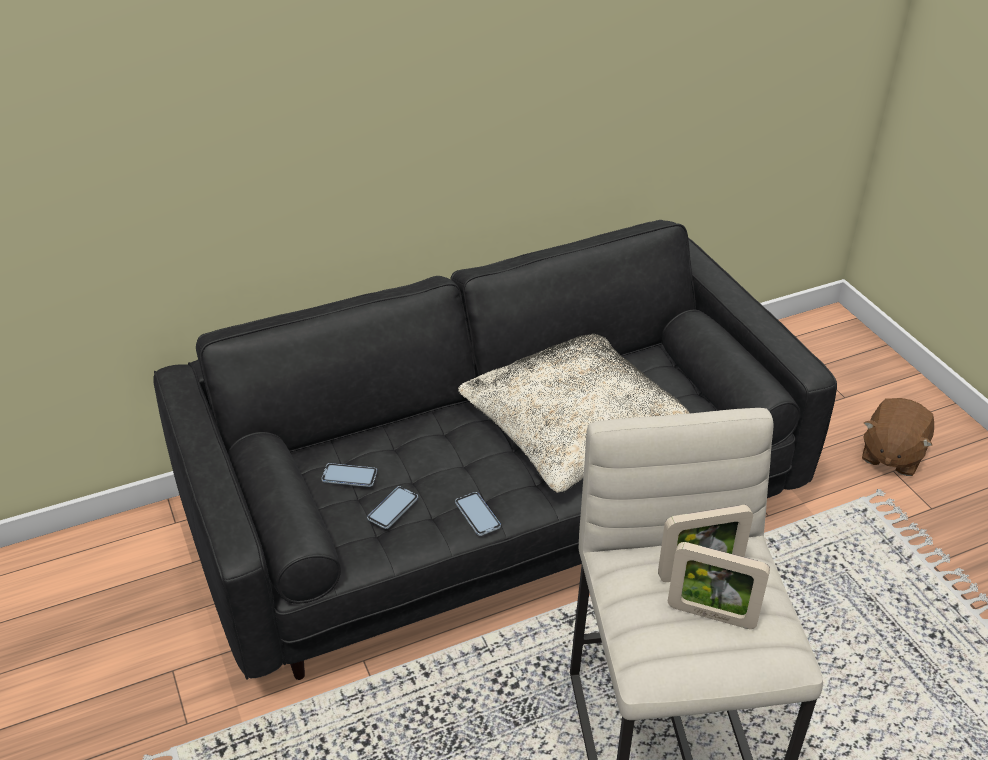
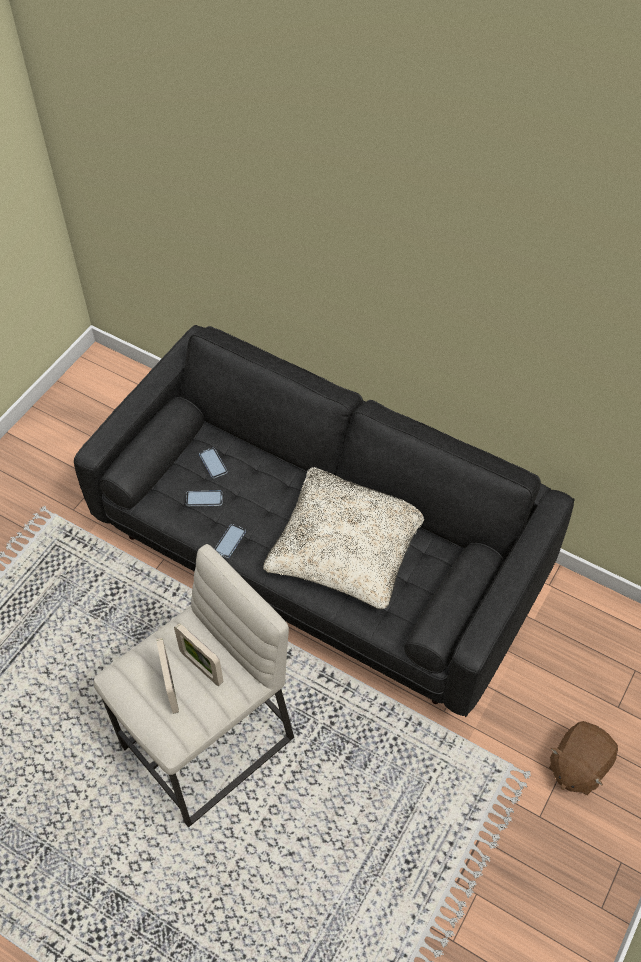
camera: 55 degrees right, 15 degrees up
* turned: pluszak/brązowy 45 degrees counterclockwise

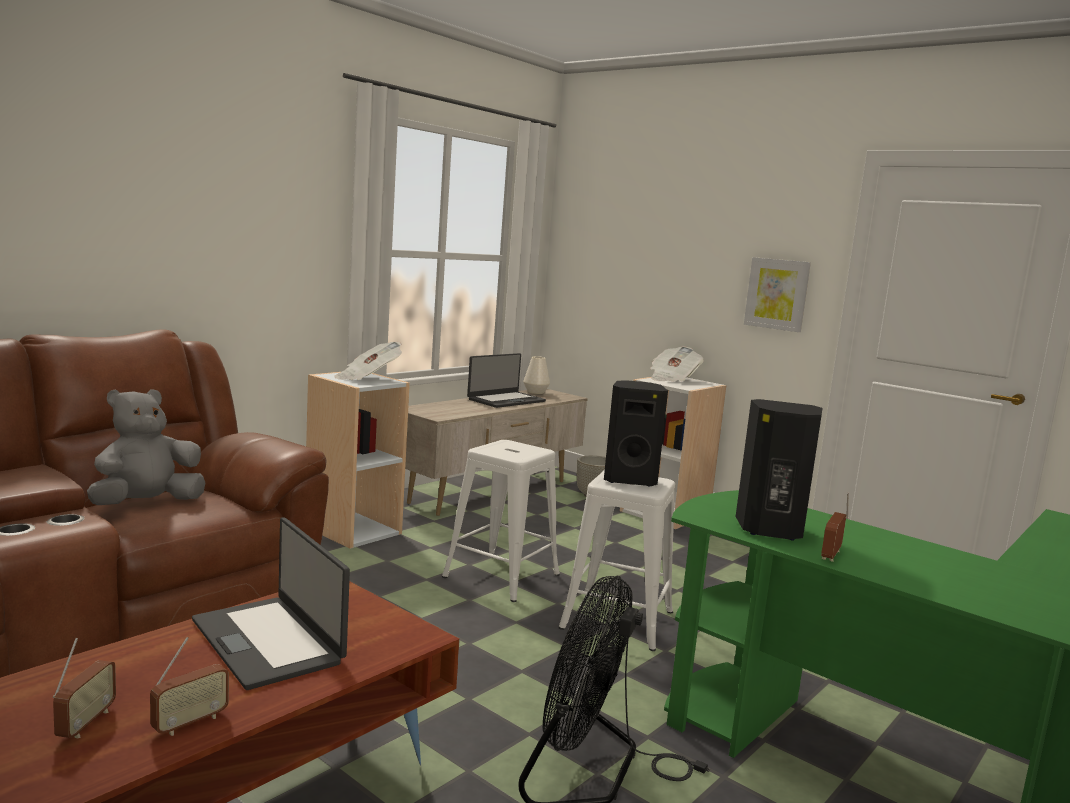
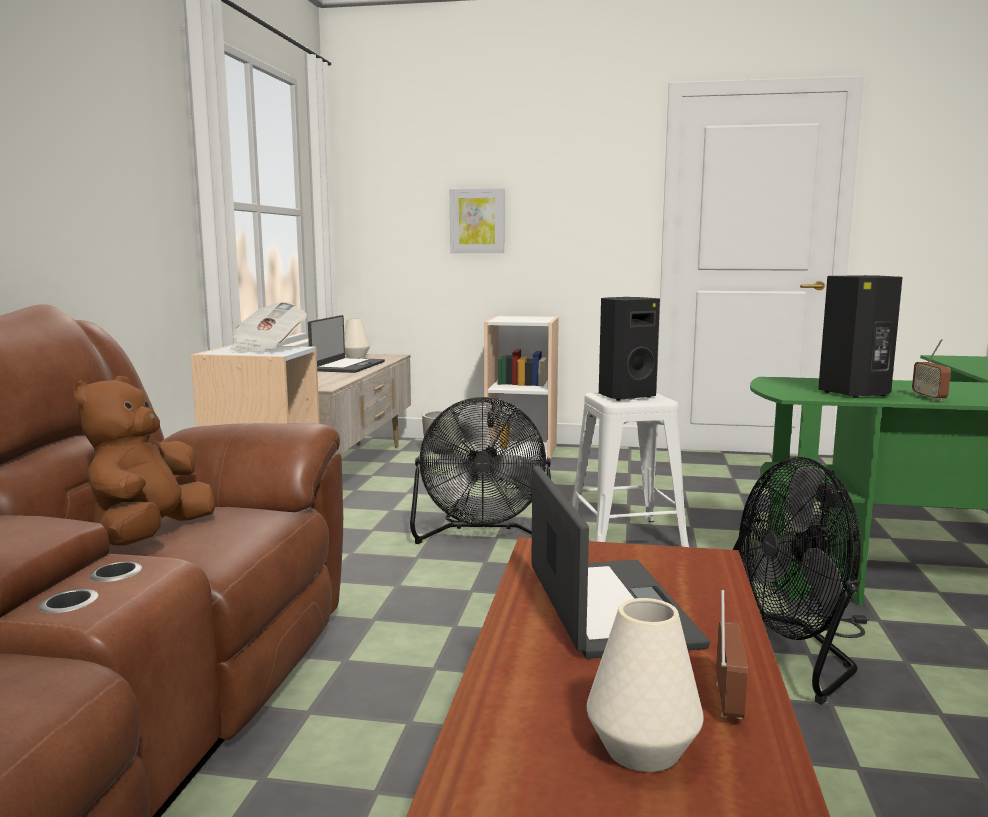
camera: 30 degrees left, 0 degrees up
* removed: gazeta (2nd from left)
* moved: obraz
* replaced: radio (1st from left) to wazon/biały (2nd from left)
* replaced: stołek/biały (1st from left) to wentylator/czarny (1st from left)
* recoloured: pluszak/szary to pluszak/brązowy
* turned: laptop (1st from left in the first image) 120 degrees counterclockwise

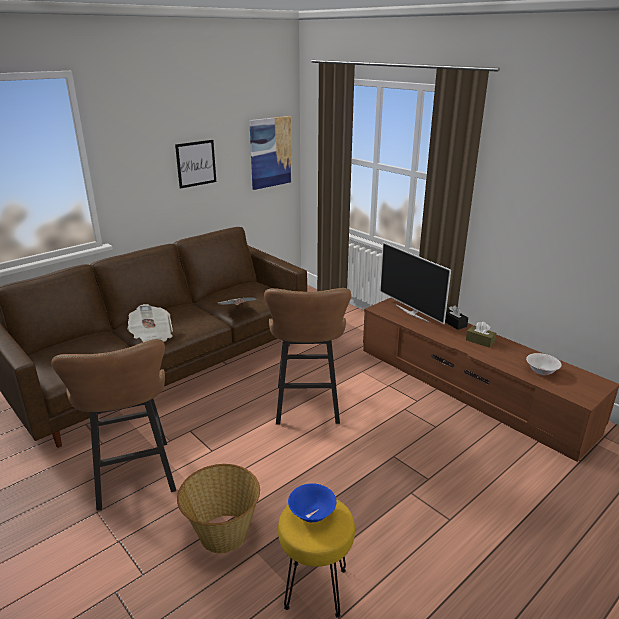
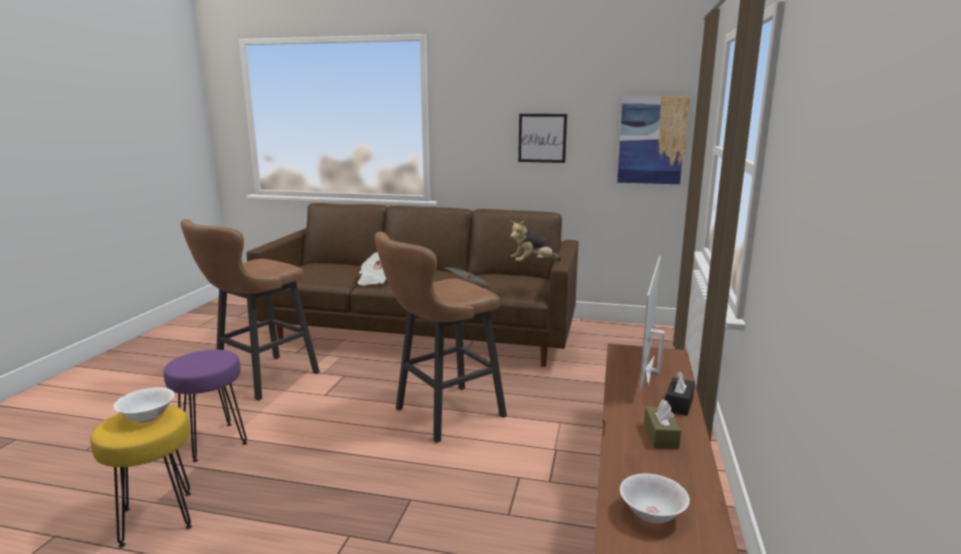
camera: 55 degrees right, 10 degrees down
* added: pluszak
* replaced: koszyk to stołek/fioletowy
* recoloured: miska/niebieski to miska/biały (1st from left)

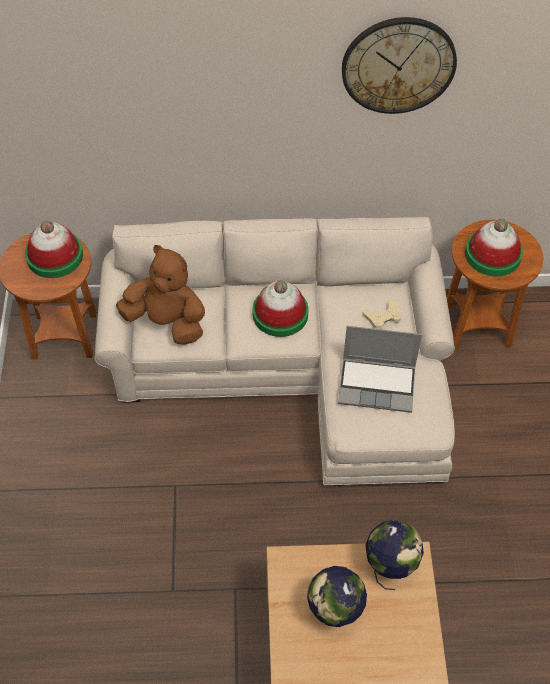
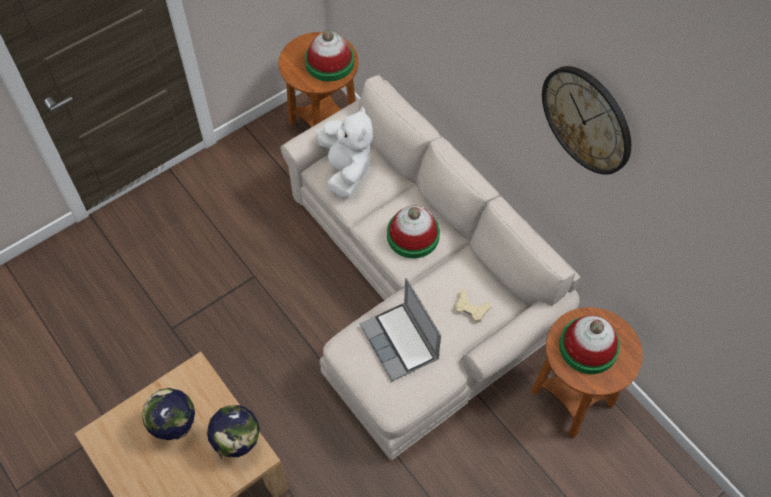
camera: 55 degrees right, 5 degrees up
* recoloured: pluszak/brązowy to pluszak/biały

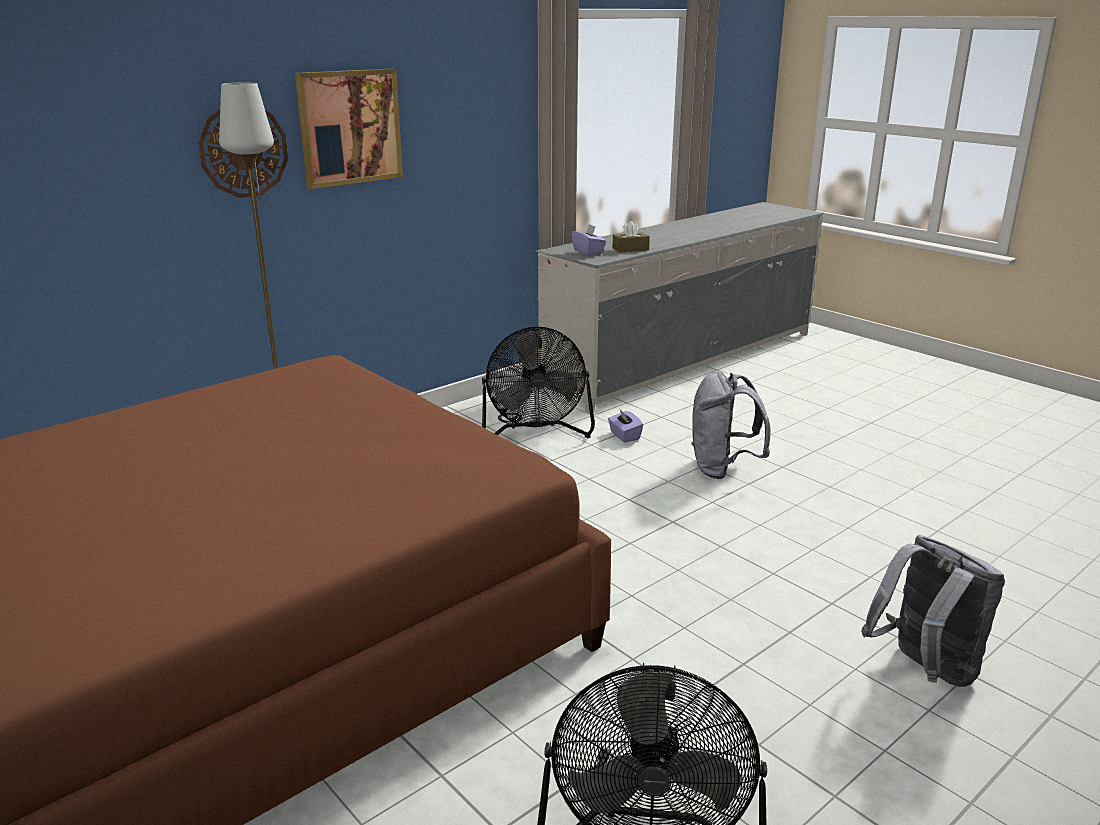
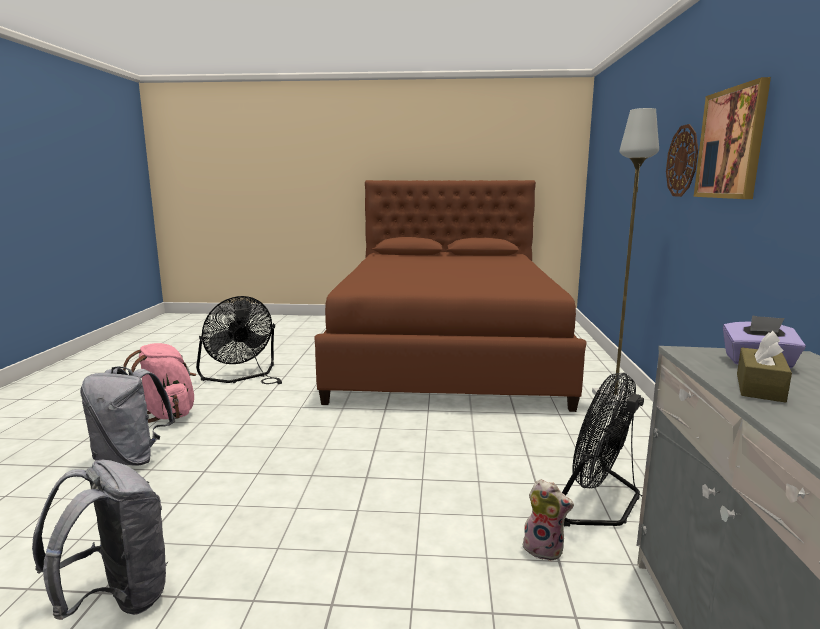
camera: 135 degrees right, 10 degrees down
* added: plecak/różowy
* moved: plecak/szary (1st from left)
* replaced: pudełko chusteczek/fioletowy (2nd from left) to pluszak

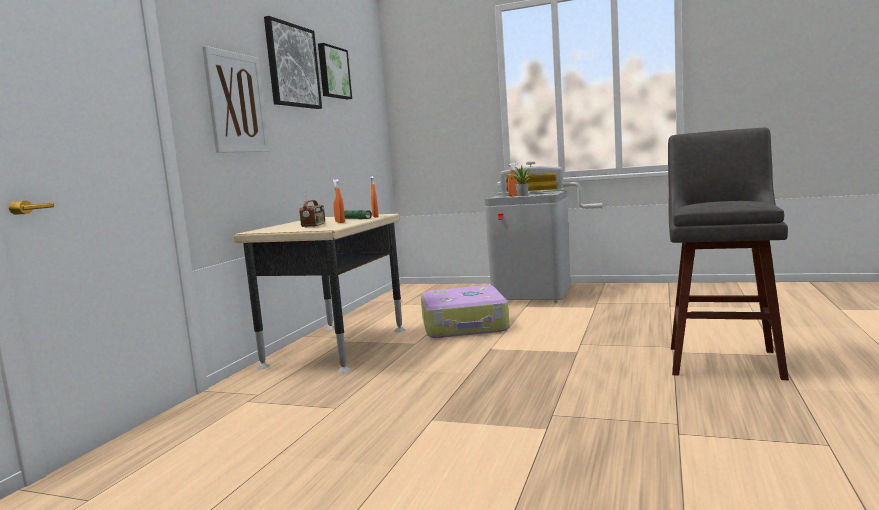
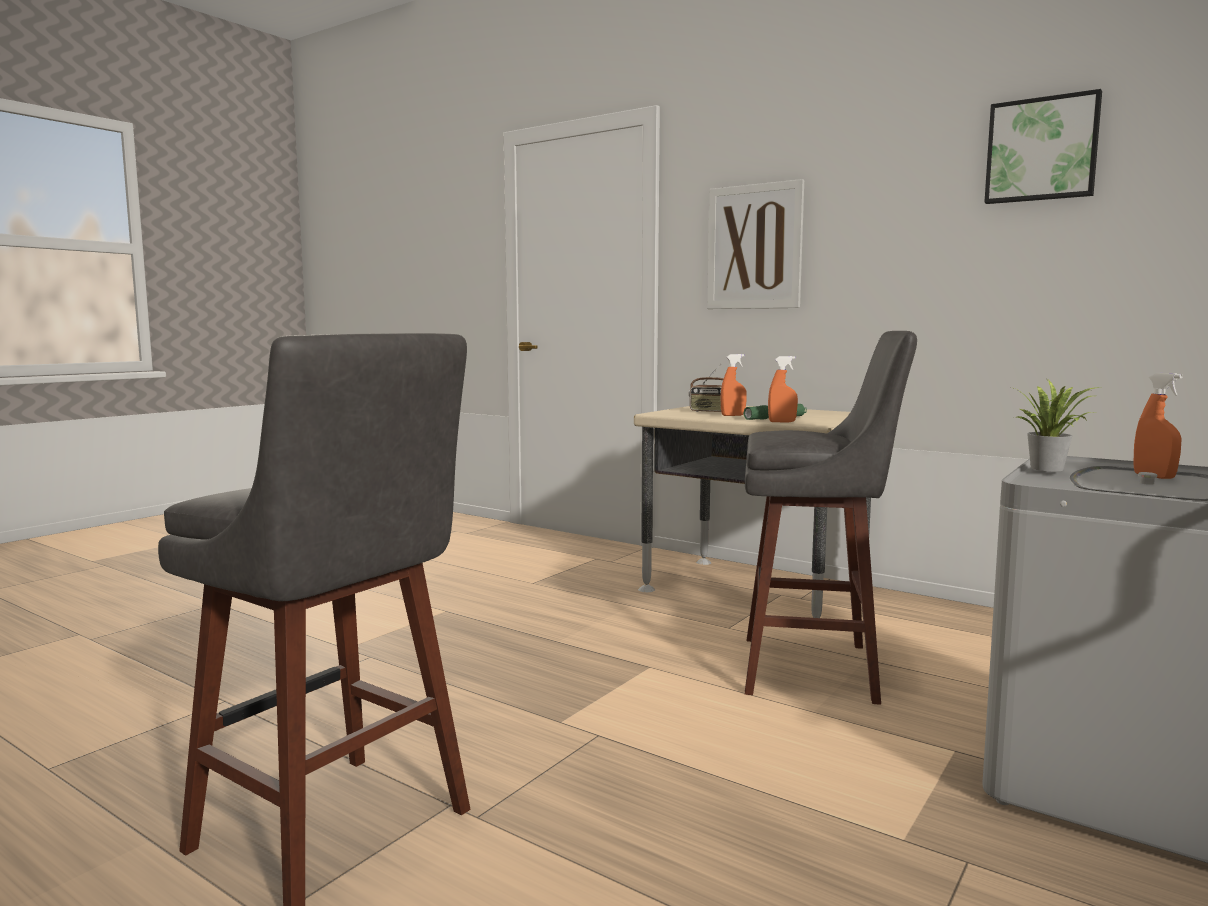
camera: 105 degrees right, 0 degrees up
* removed: obraz (2nd from left)
* replaced: walizka to stołek/szary (2nd from left)

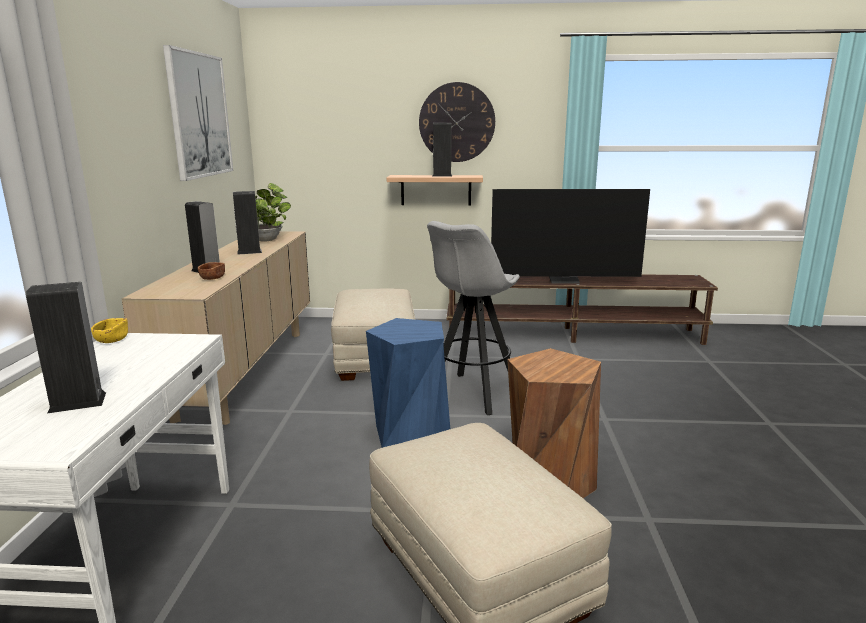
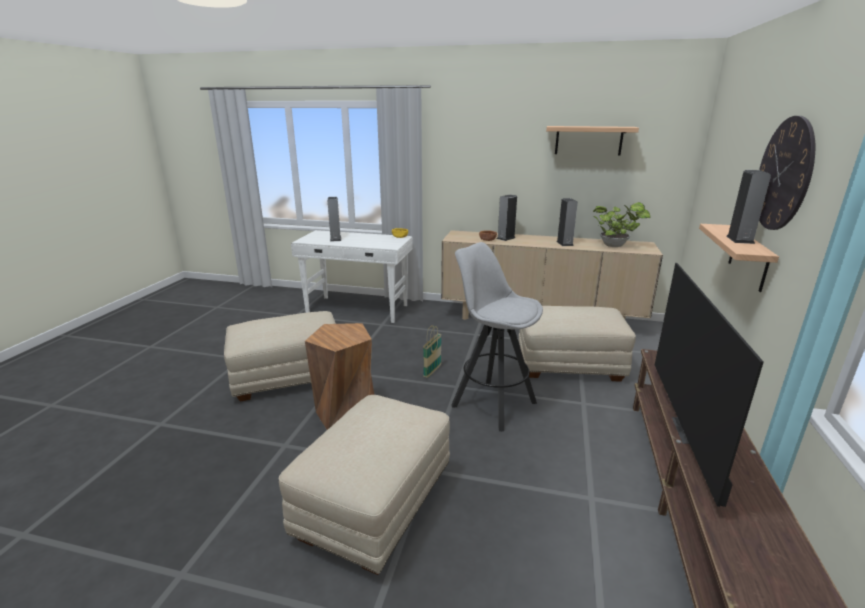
camera: 100 degrees right, 5 degrees up
* added: pufa/beżowy (2nd from left)
* replaced: obraz to półka (1st from left)
* replaced: stołek/niebieski to koszyk

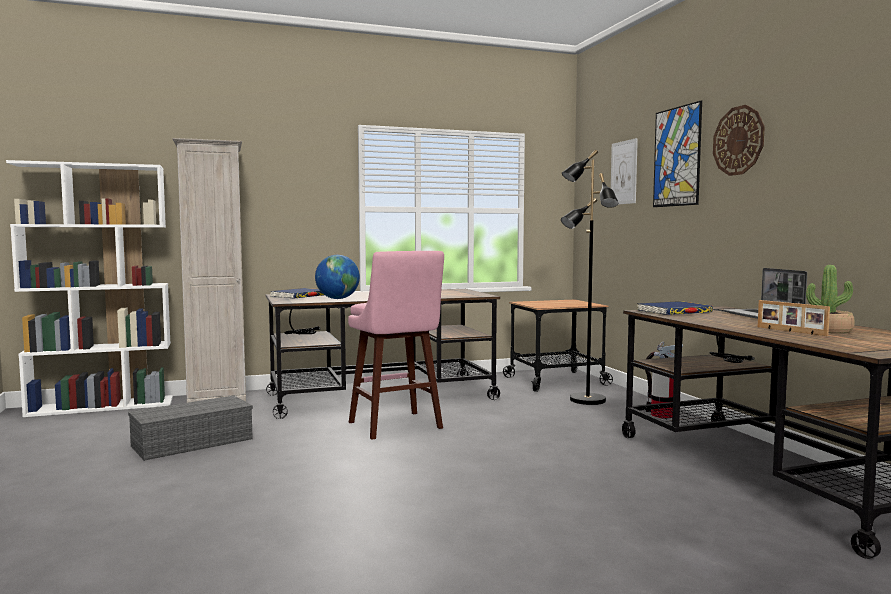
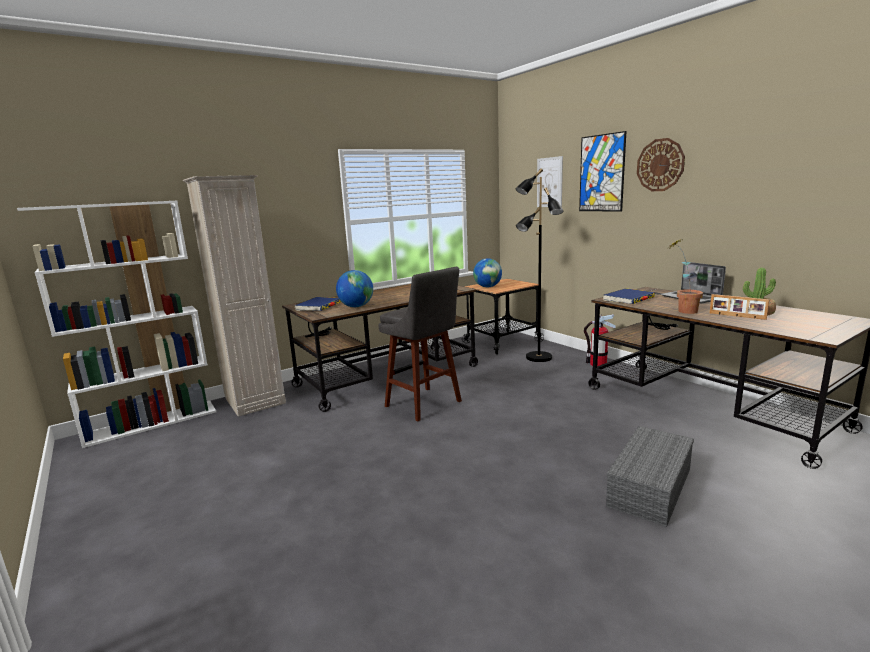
camera: 15 degrees left, 10 degrees up
* added: globus (2nd from left)
* added: roślina doniczkowa (1st from left)
* moved: pojemnik do przechowywania/szary
* recoloured: stołek/różowy to stołek/szary

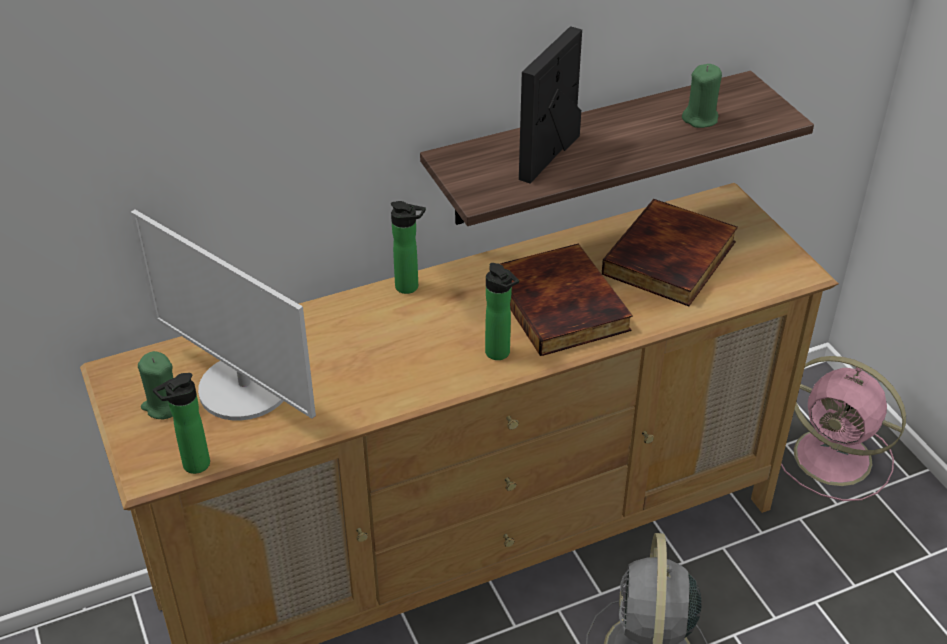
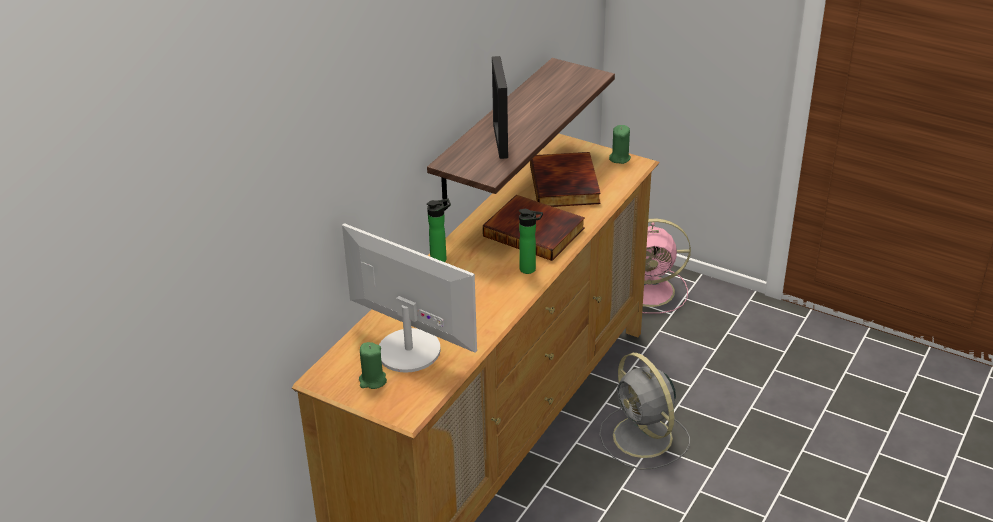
camera: 35 degrees left, 5 degrees down
* removed: butelka (1st from left)
* moved: świeca/zielony (2nd from left)
* turned: monitor 150 degrees counterclockwise

